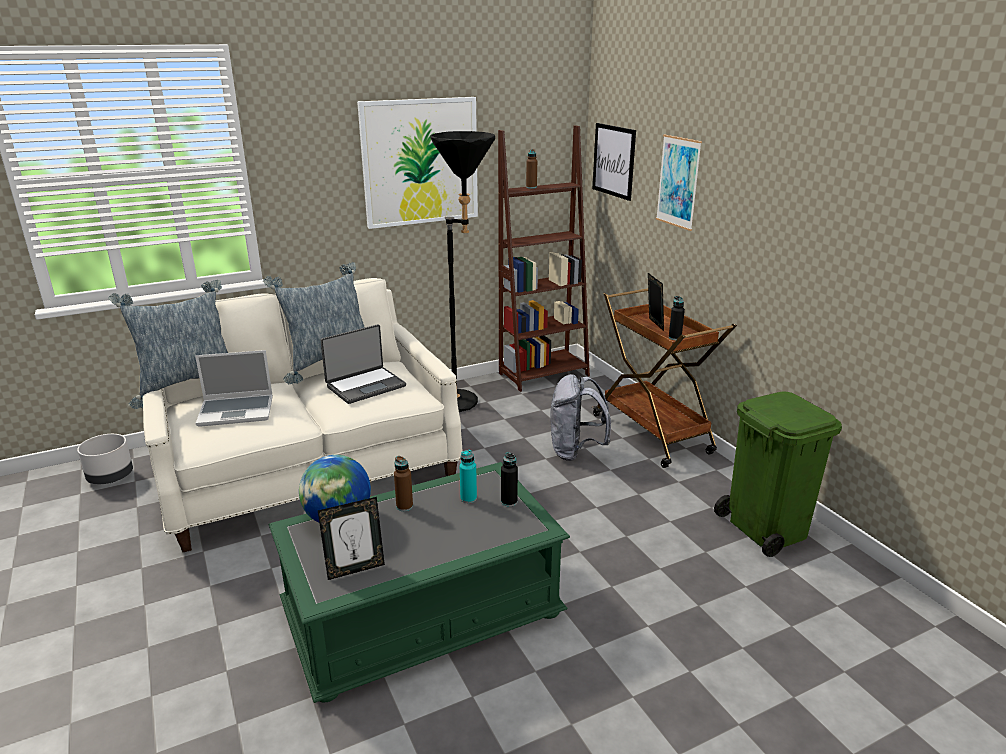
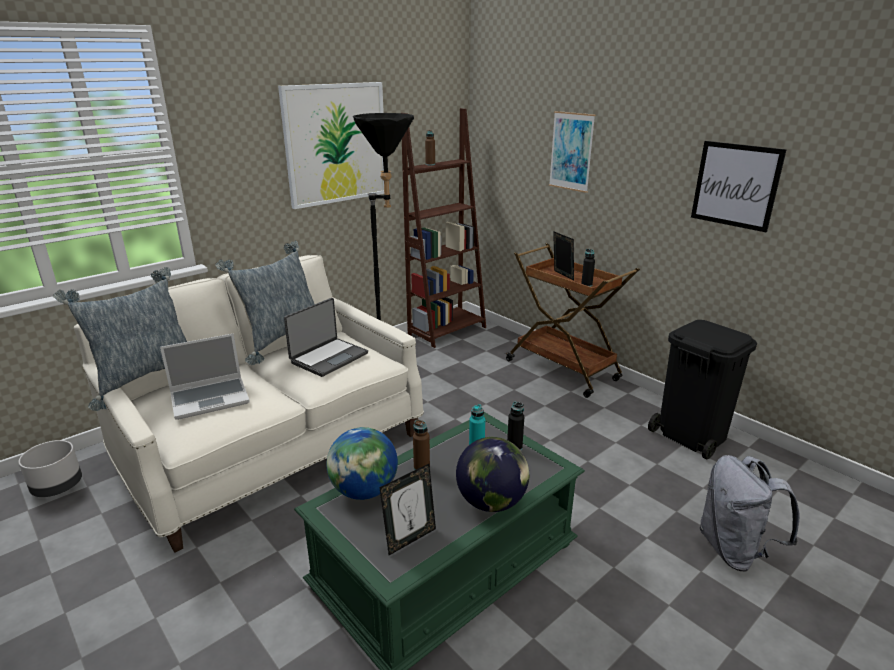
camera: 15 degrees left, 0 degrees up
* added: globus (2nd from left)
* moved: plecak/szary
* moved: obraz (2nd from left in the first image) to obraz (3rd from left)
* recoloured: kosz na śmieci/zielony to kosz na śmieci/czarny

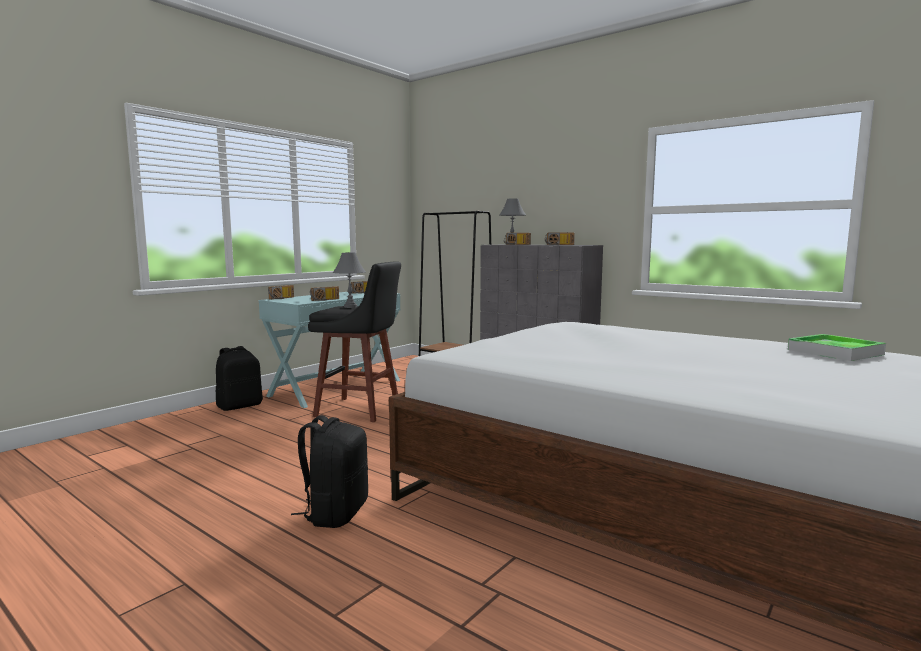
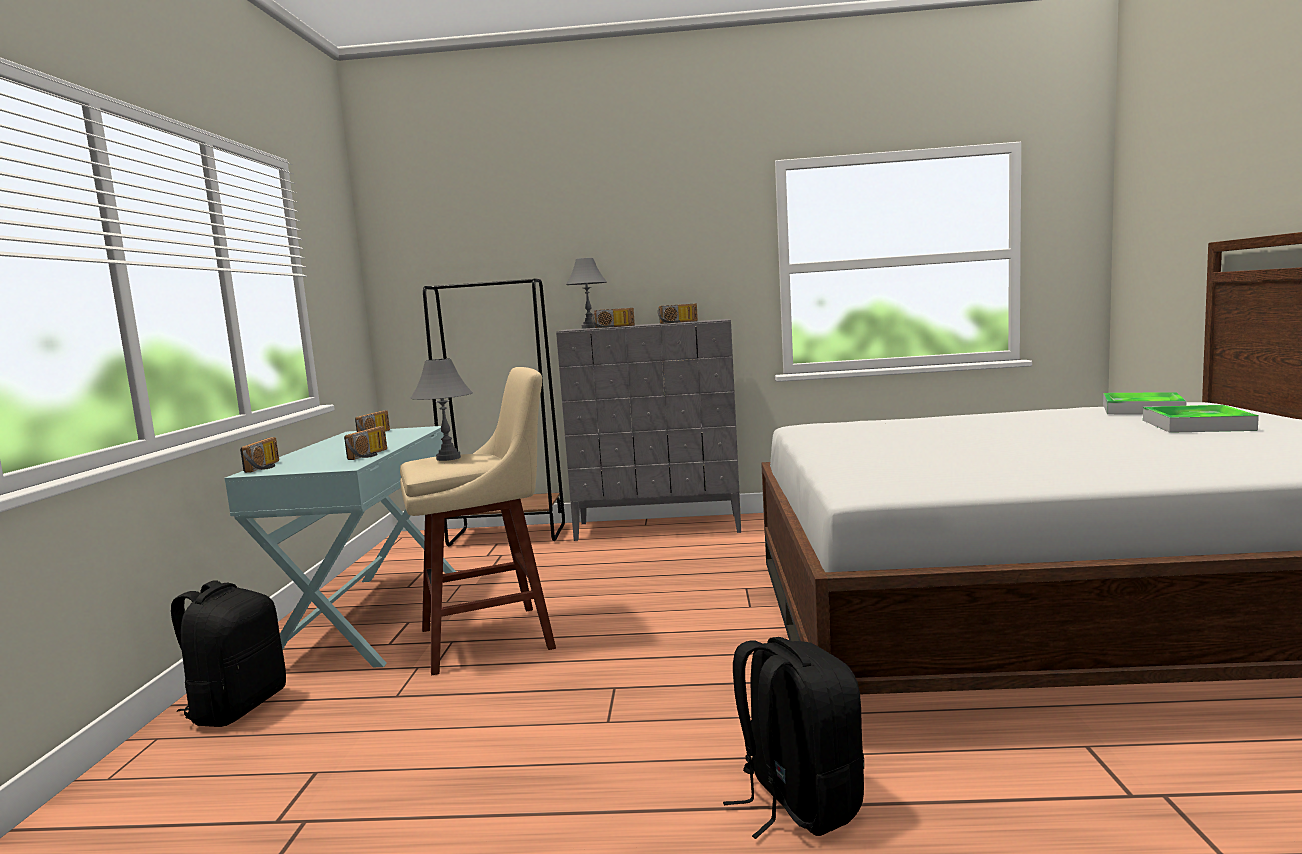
camera: 35 degrees left, 0 degrees up
* added: taca (2nd from left)
* recoloured: stołek/czarny to stołek/beżowy

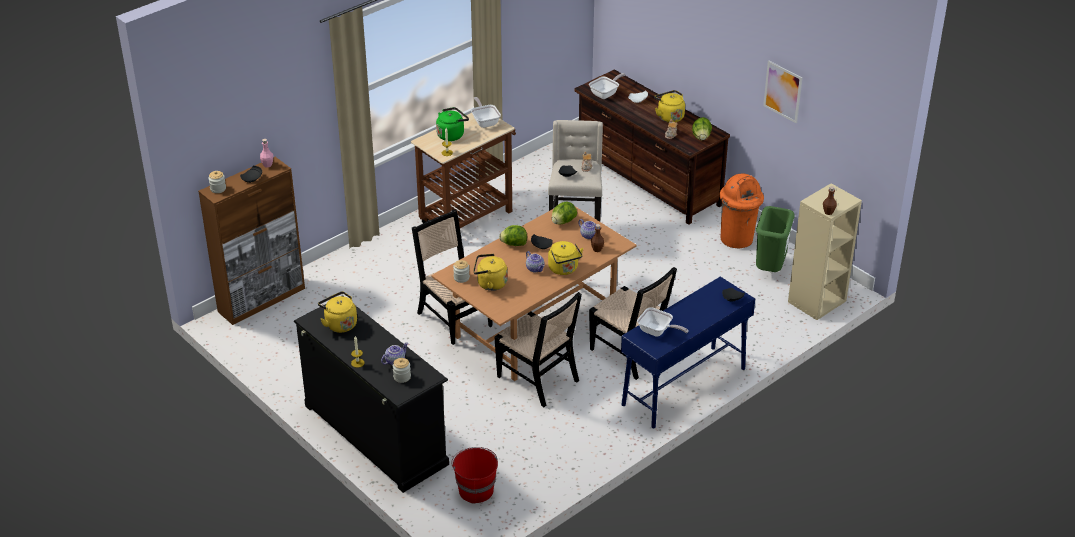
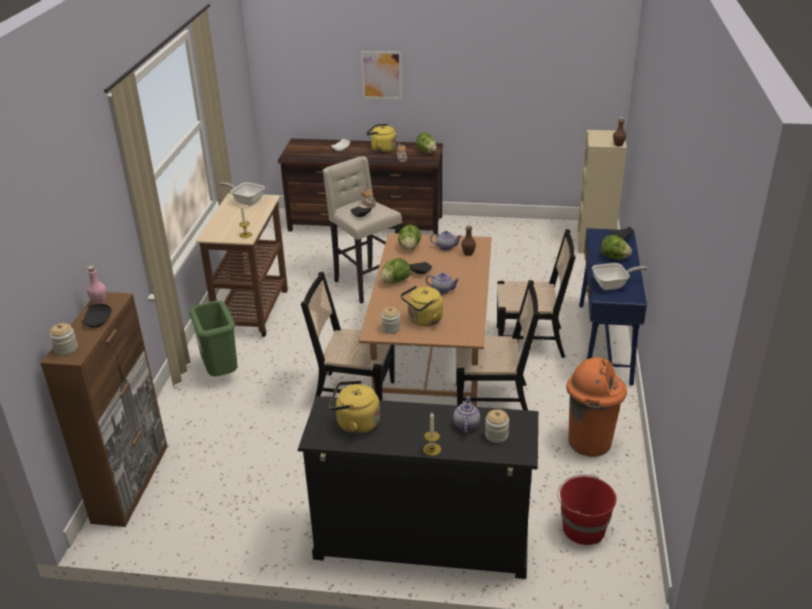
camera: 40 degrees left, 5 degrees down
* removed: czajnik/zielony
* removed: czajnik/żółty (3rd from left)
* removed: patelnia (2nd from left)
* added: sałata (4th from left)
* moved: kosz na śmieci/pomarańczowy
* moved: kosz na śmieci/zielony
* moved: obraz

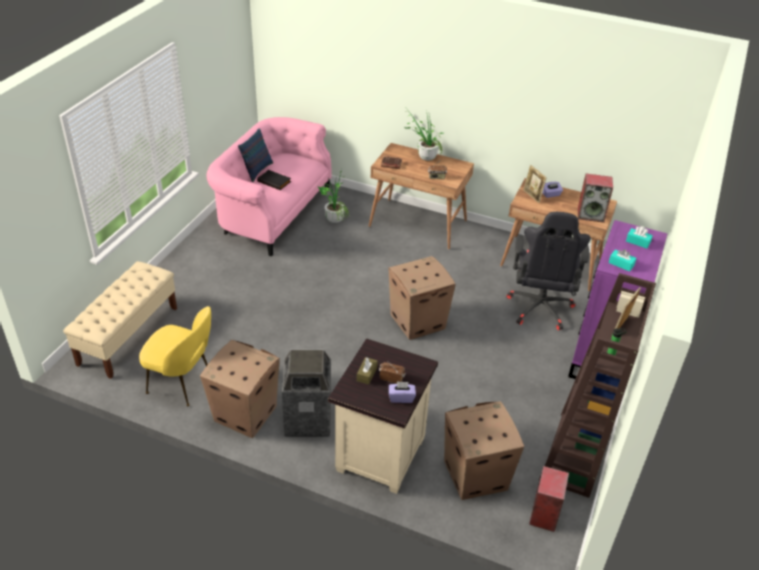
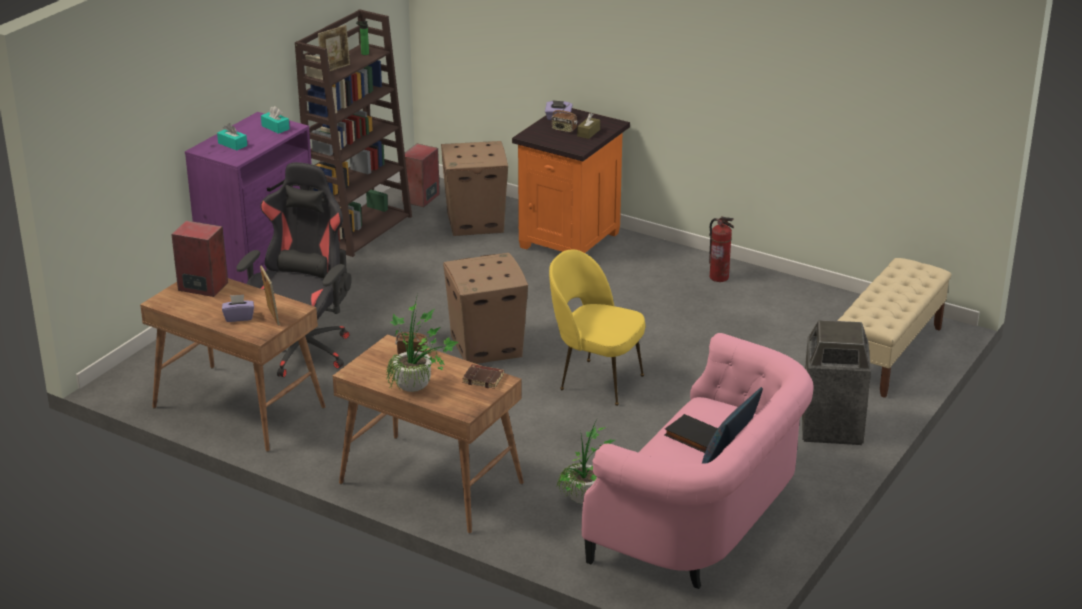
camera: 170 degrees left, 10 degrees down
* moved: krzesło/żółty
* moved: kosz na śmieci
* replaced: karton (1st from left) to gaśnica
* recoloured: szafka/beżowy to szafka/pomarańczowy

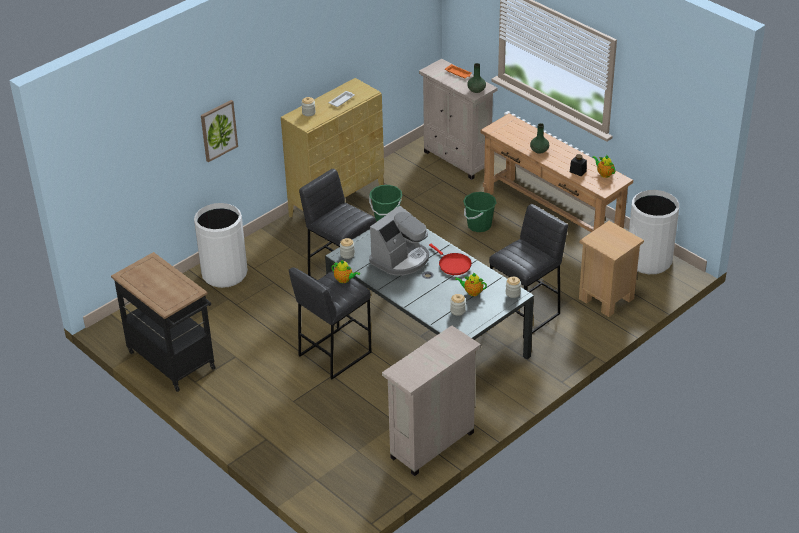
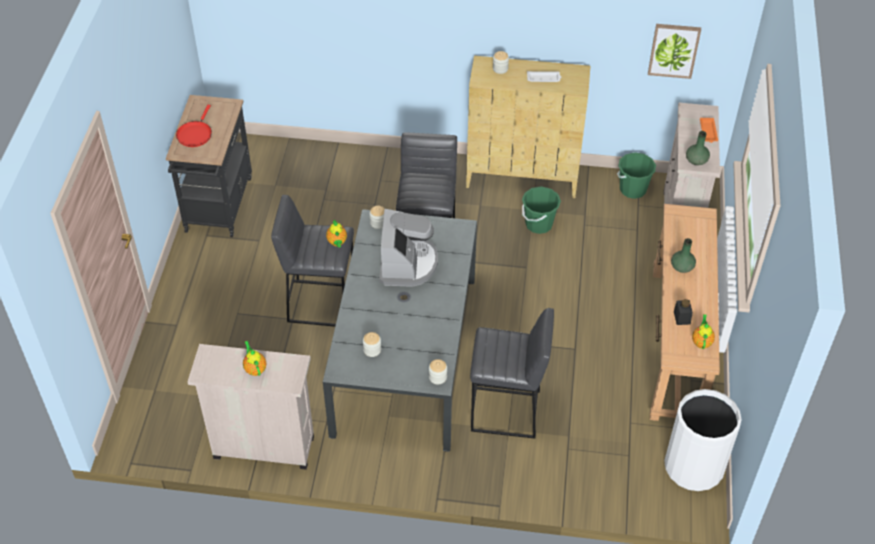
camera: 50 degrees right, 10 degrees up
* removed: kosz na śmieci/biały (1st from left)
* removed: szafka nocna/beżowy
* moved: obraz
* moved: patelnia/czerwony
* moved: imbryk (2nd from left in the first image) to imbryk (1st from left)
* moved: wiadro/zielony (2nd from left)
* turned: ekspres do kawy 90 degrees counterclockwise

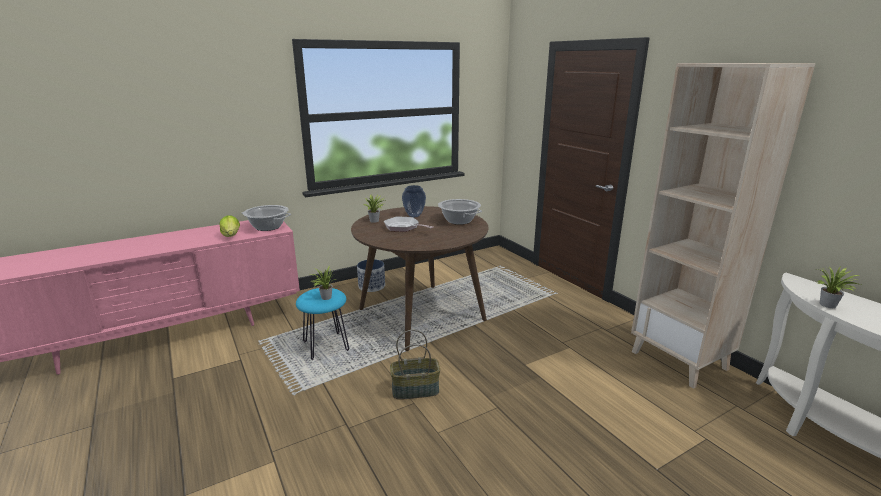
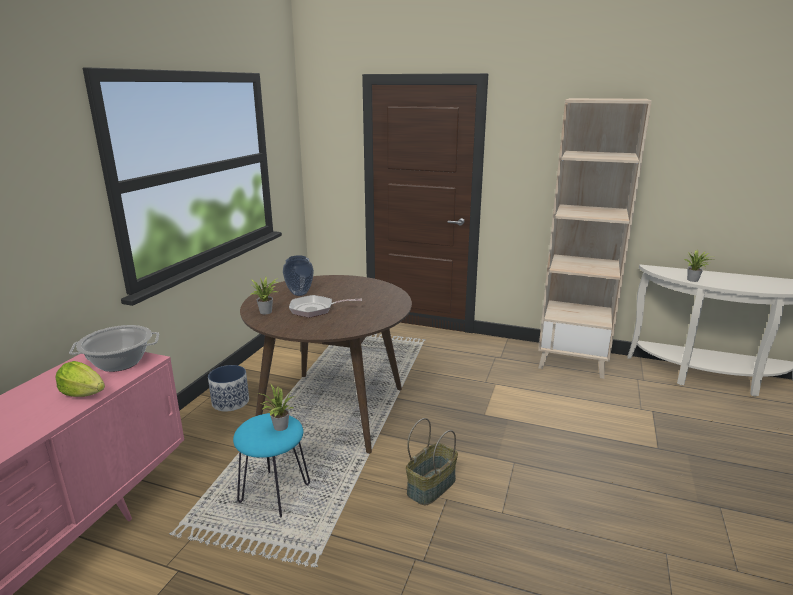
camera: 40 degrees left, 0 degrees up
* removed: garnek (2nd from left)

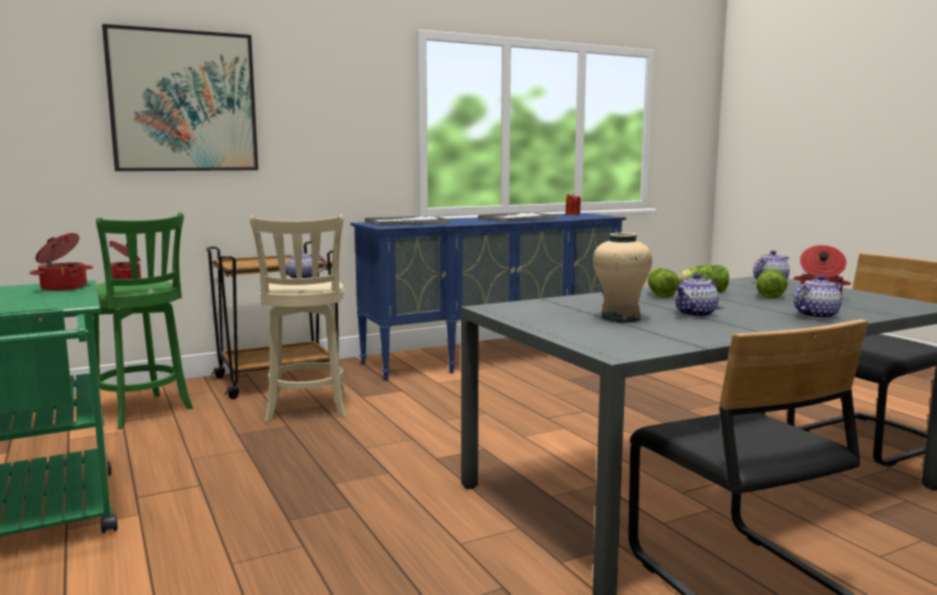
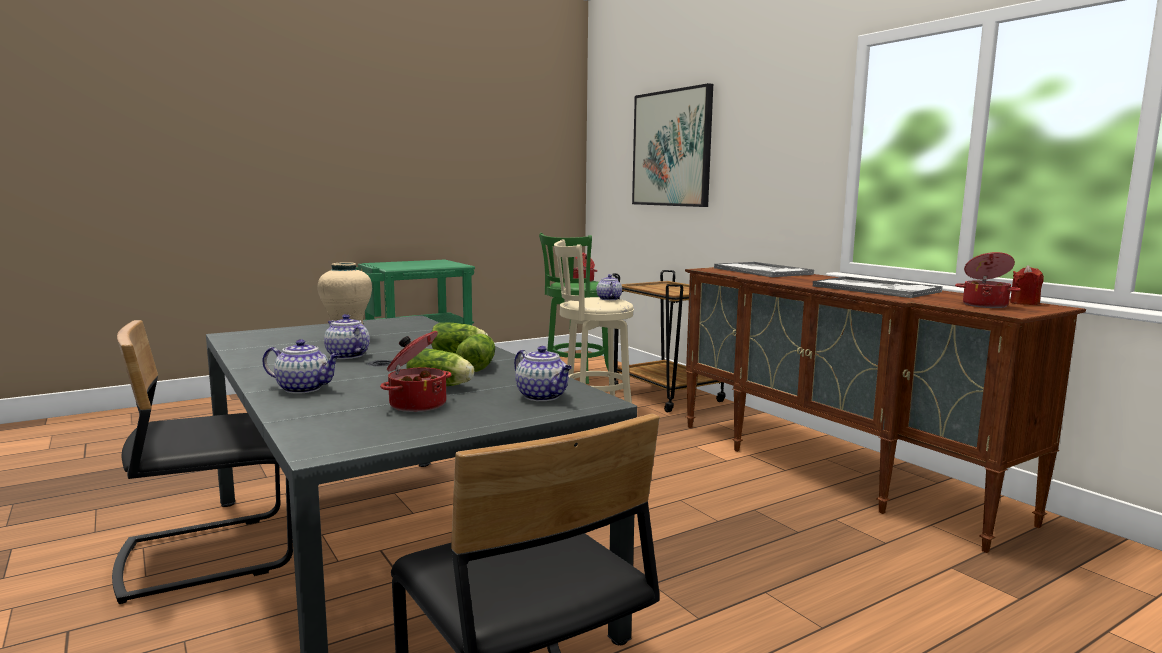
camera: 85 degrees right, 0 degrees up
* moved: garnek (1st from left in the first image) to garnek (3rd from left)
* recoloured: szafka/niebieski to szafka/brązowy
* turned: imbryk (4th from left in the first image) 45 degrees counterclockwise

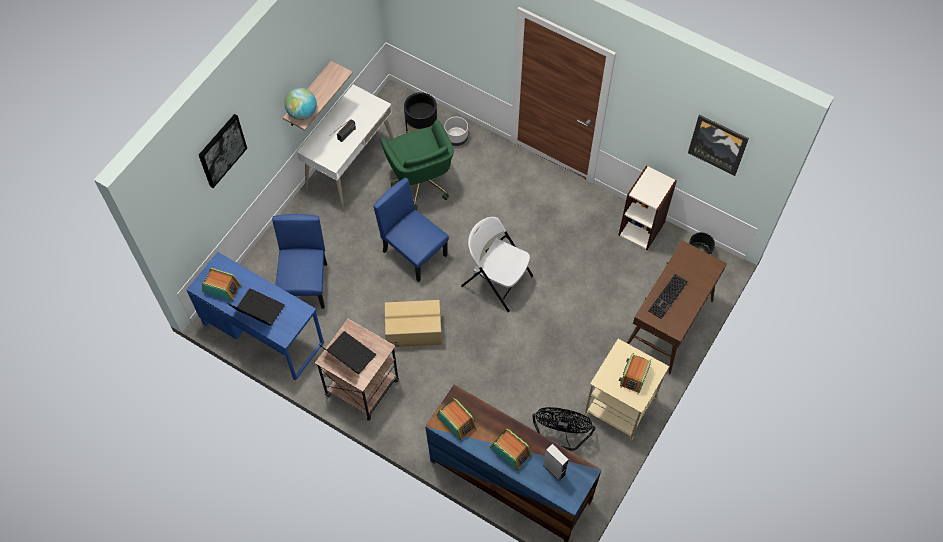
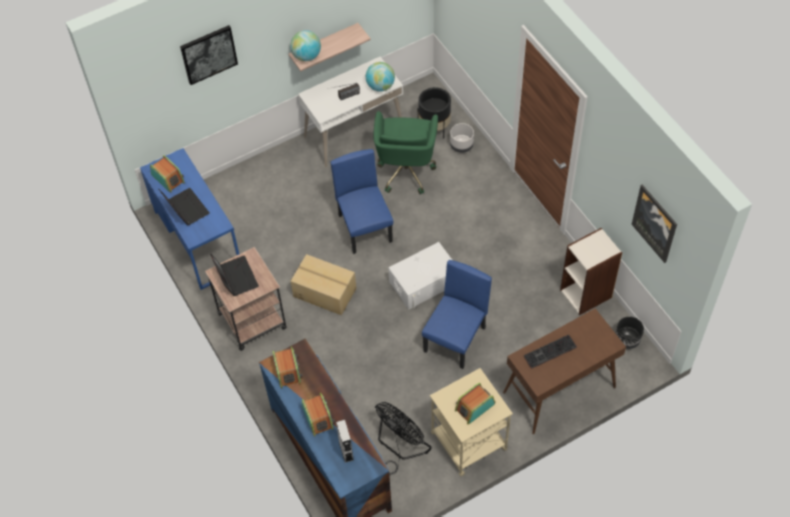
camera: 30 degrees right, 5 degrees down
* added: globus (2nd from left)
* moved: krzesło/niebieski (1st from left in the first image) to krzesło/niebieski (2nd from left)
* replaced: krzesło/biały to pojemnik do przechowywania/biały

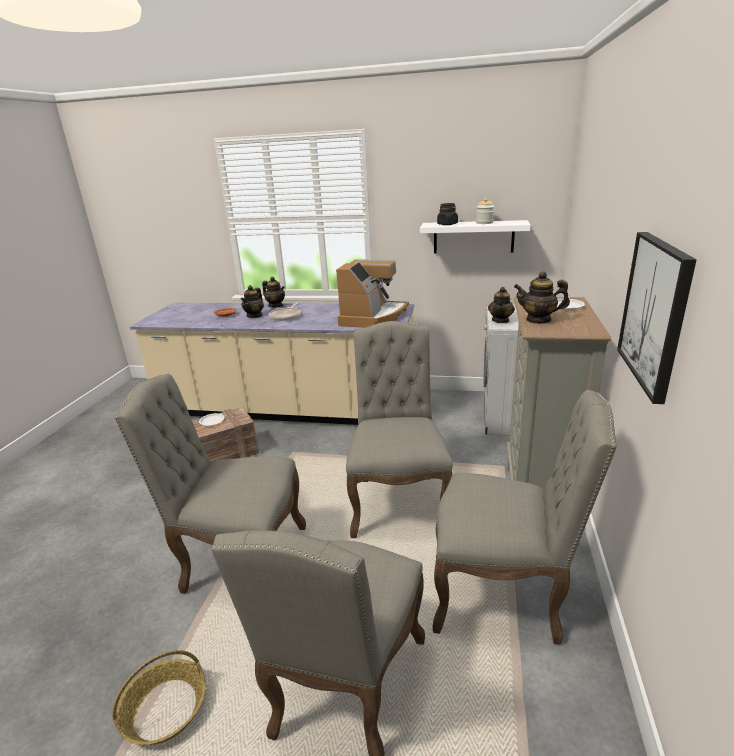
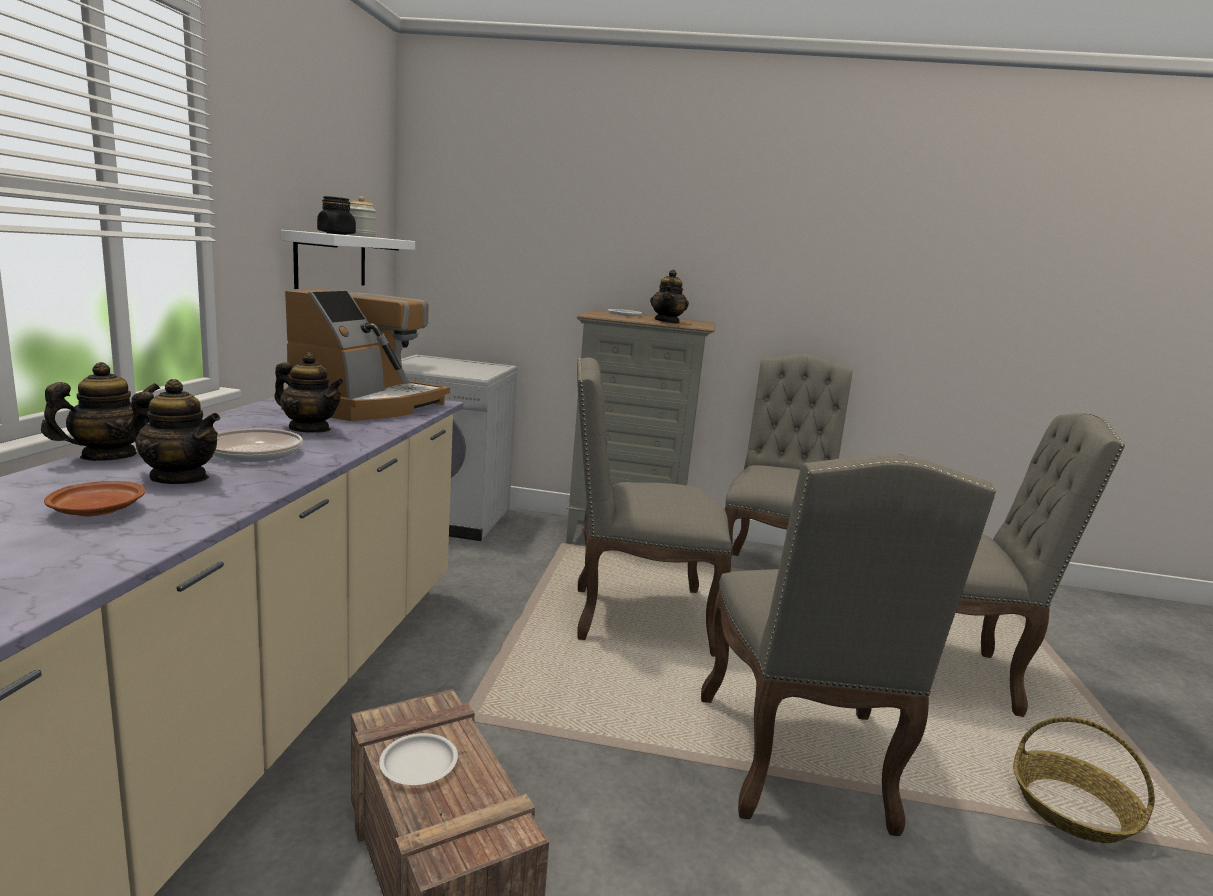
camera: 95 degrees left, 10 degrees down
* removed: obraz
* moved: imbryk (3rd from left)
* turned: ekspres do kawy 90 degrees clockwise

